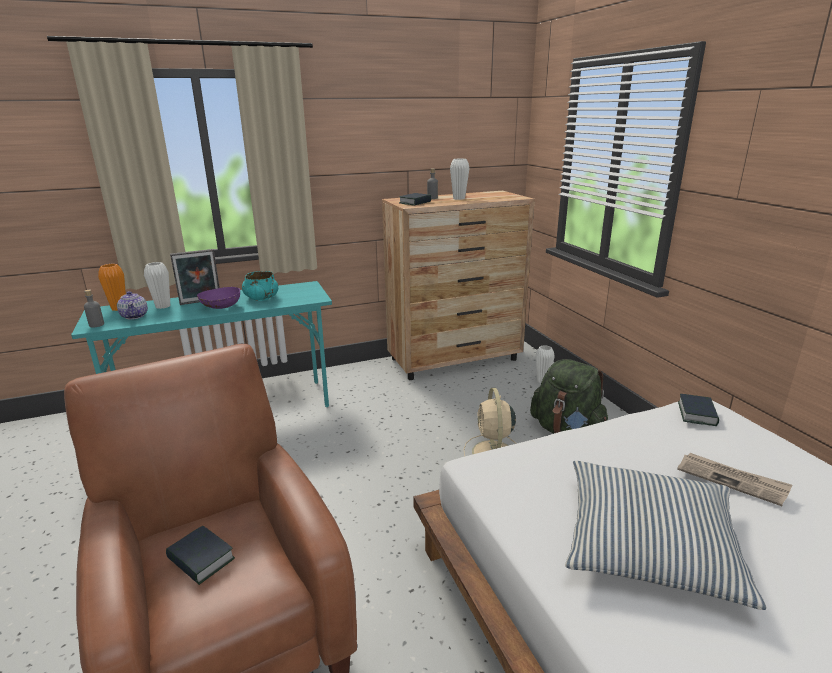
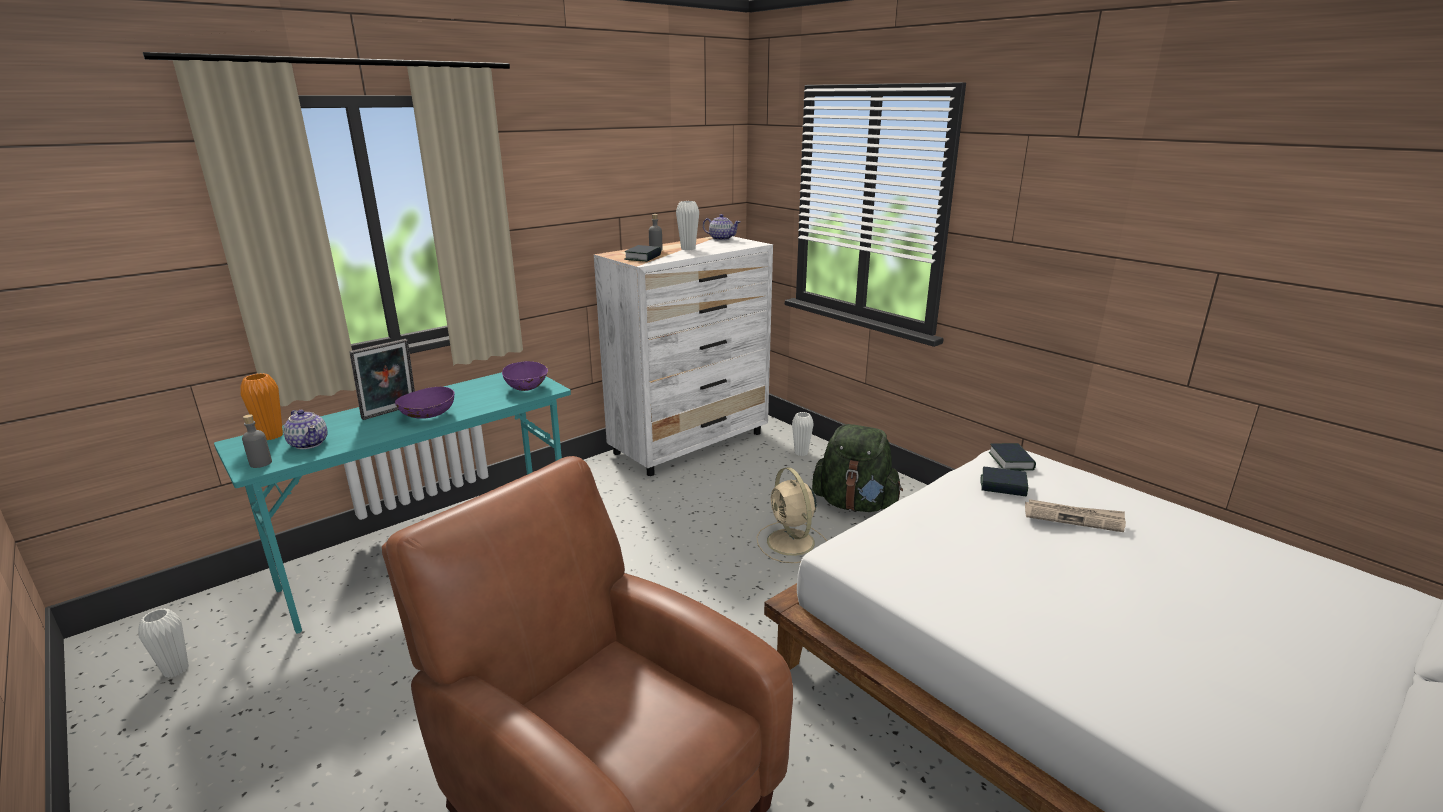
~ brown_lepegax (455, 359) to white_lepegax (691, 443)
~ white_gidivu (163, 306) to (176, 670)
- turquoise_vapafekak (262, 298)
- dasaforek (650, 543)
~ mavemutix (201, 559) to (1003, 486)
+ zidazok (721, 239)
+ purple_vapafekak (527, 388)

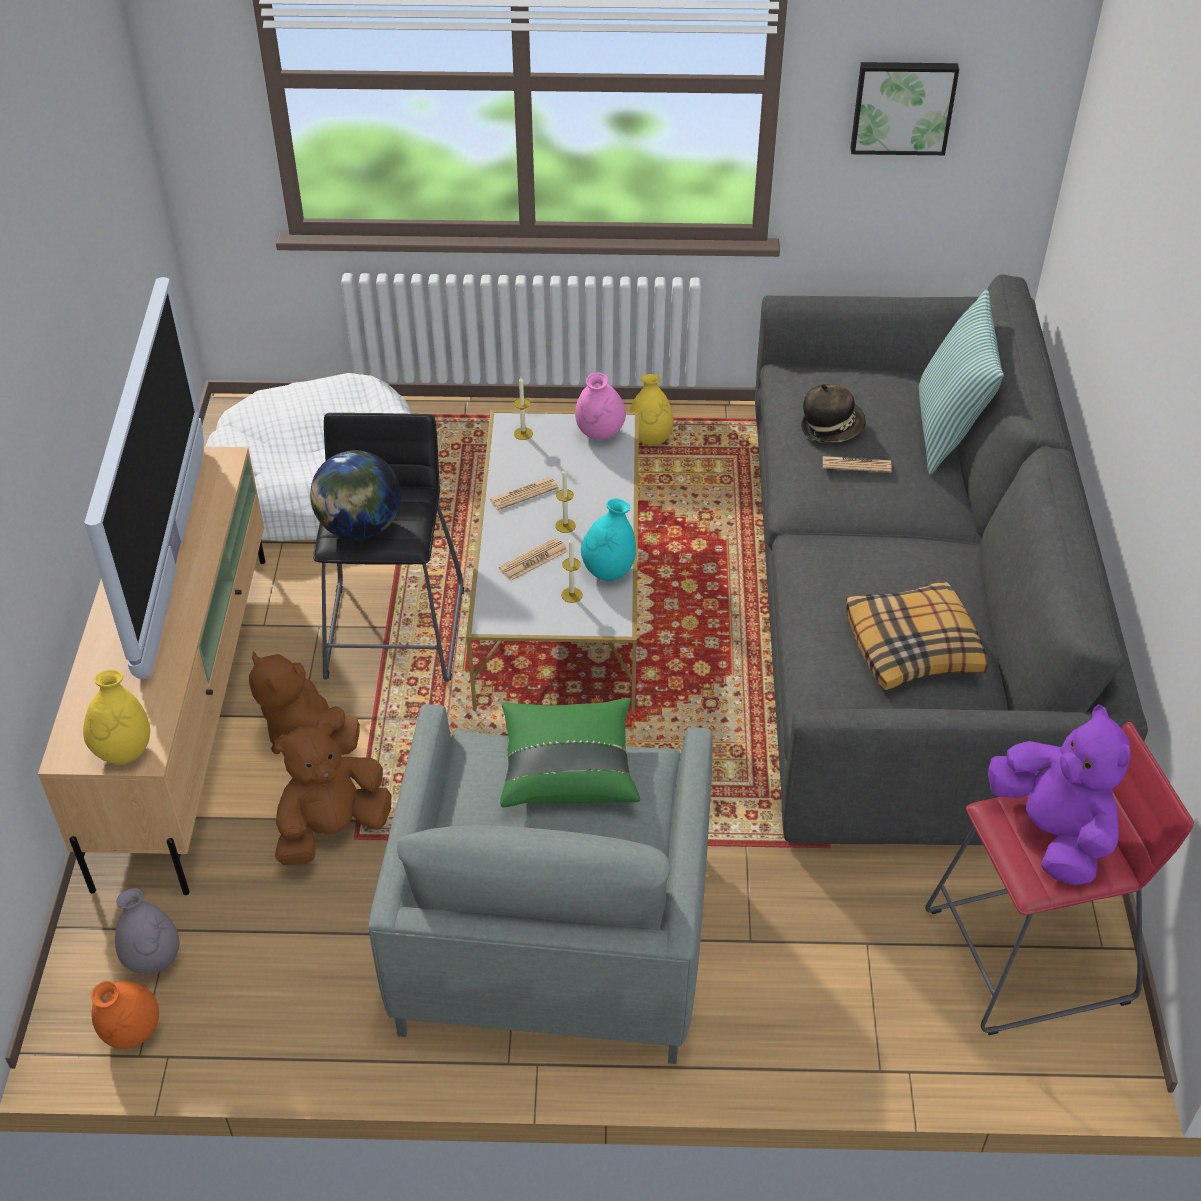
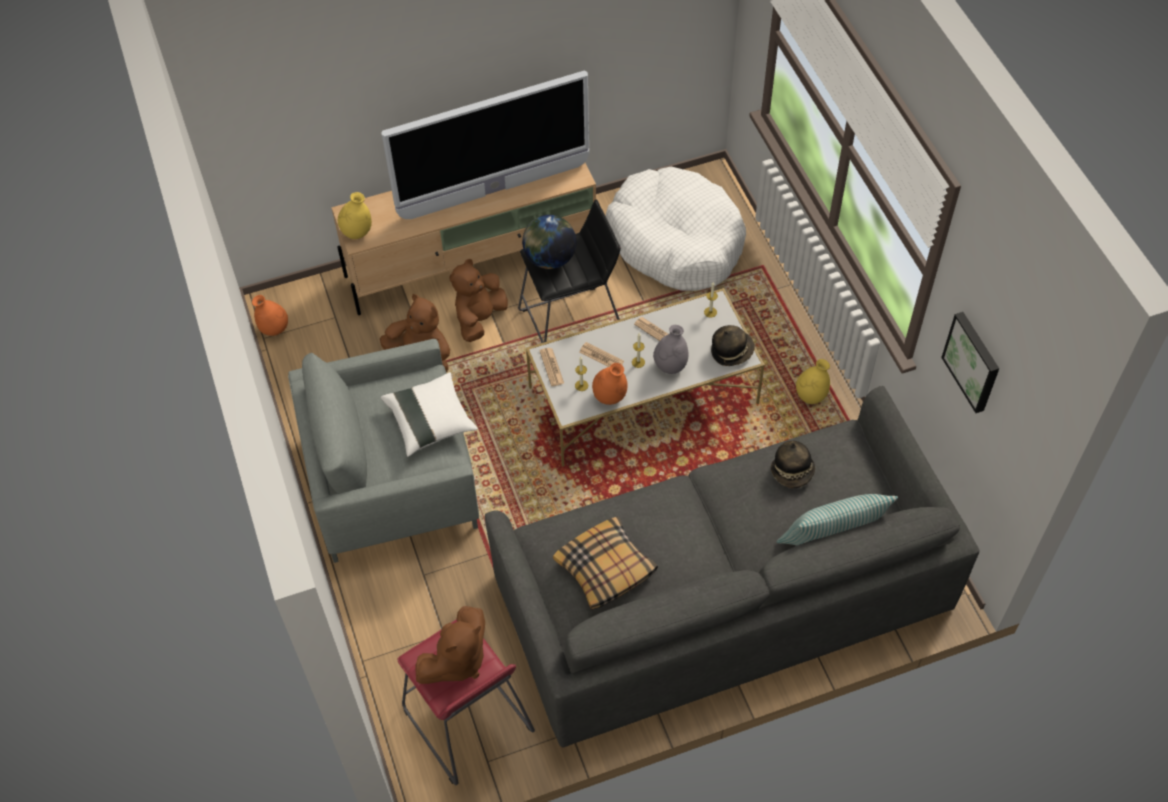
~ pink_gidivu (600, 433) to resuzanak (731, 351)
~ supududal (856, 465) to (551, 367)
~ turquoise_gidivu (608, 571) to orange_gidivu (609, 396)
~ green_dasaforek (568, 768) to white_dasaforek (430, 422)
~ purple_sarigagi (1052, 832) to brown_sarigagi (456, 661)
~ grey_gidivu (153, 959) to (670, 366)

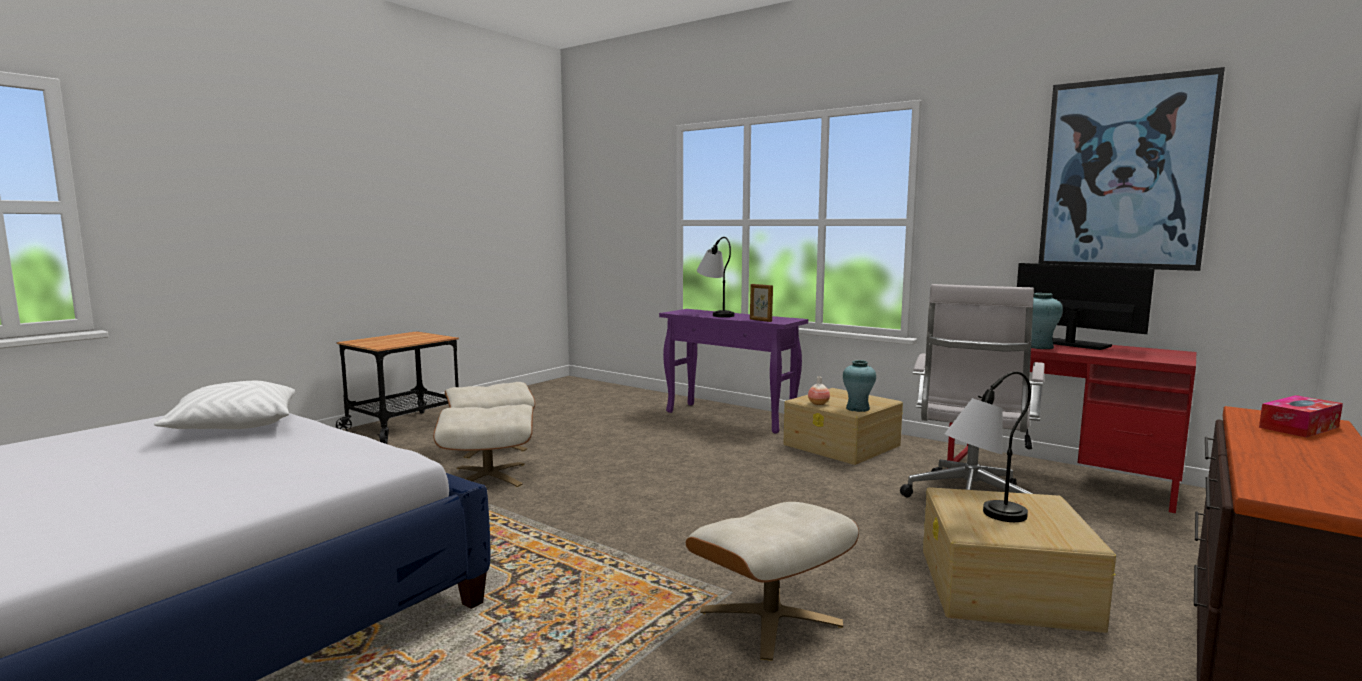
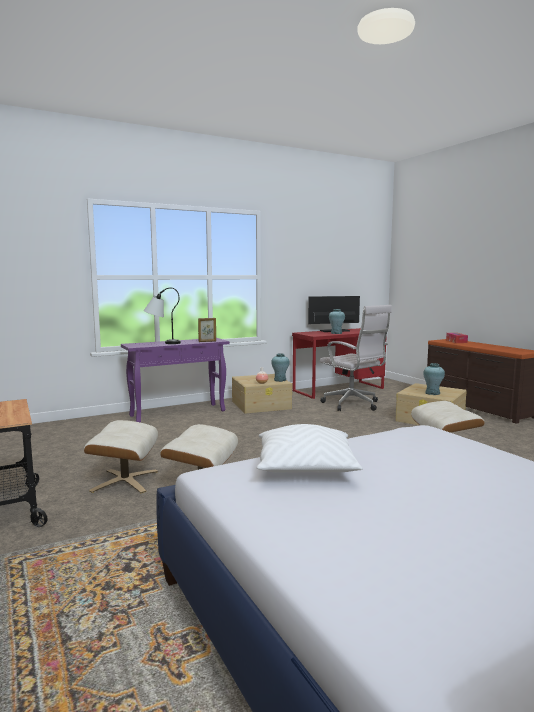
- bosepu (1124, 174)
~ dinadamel (982, 517) to turquoise_gidivu (432, 393)

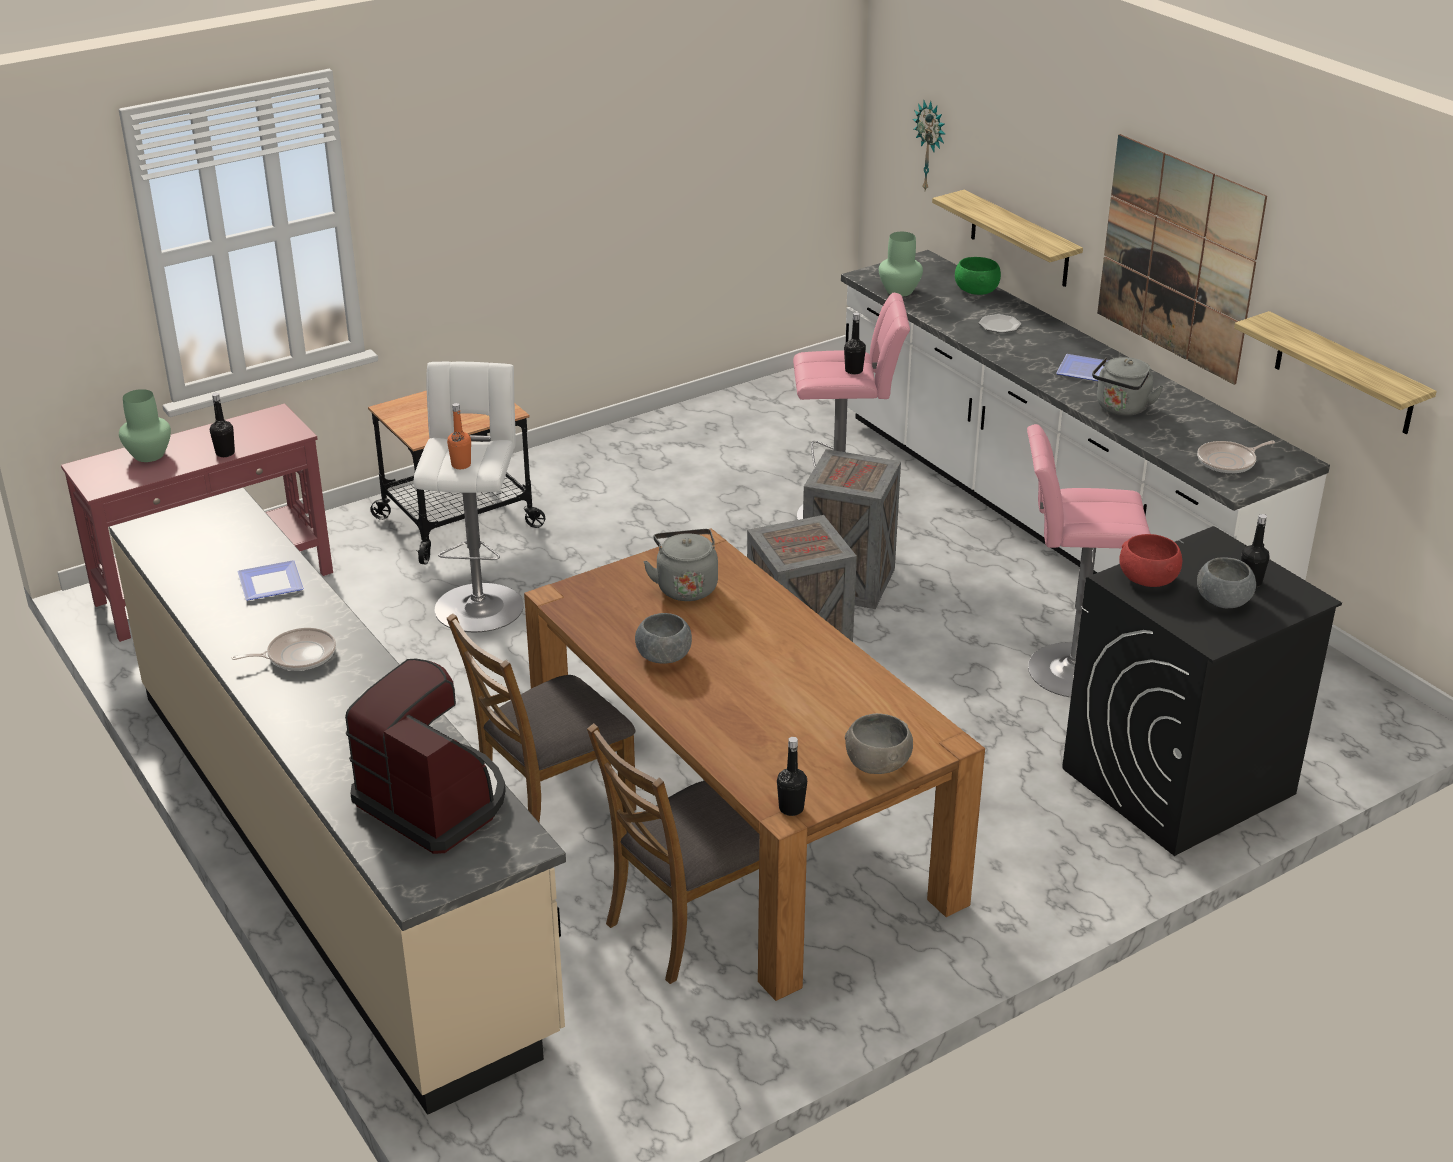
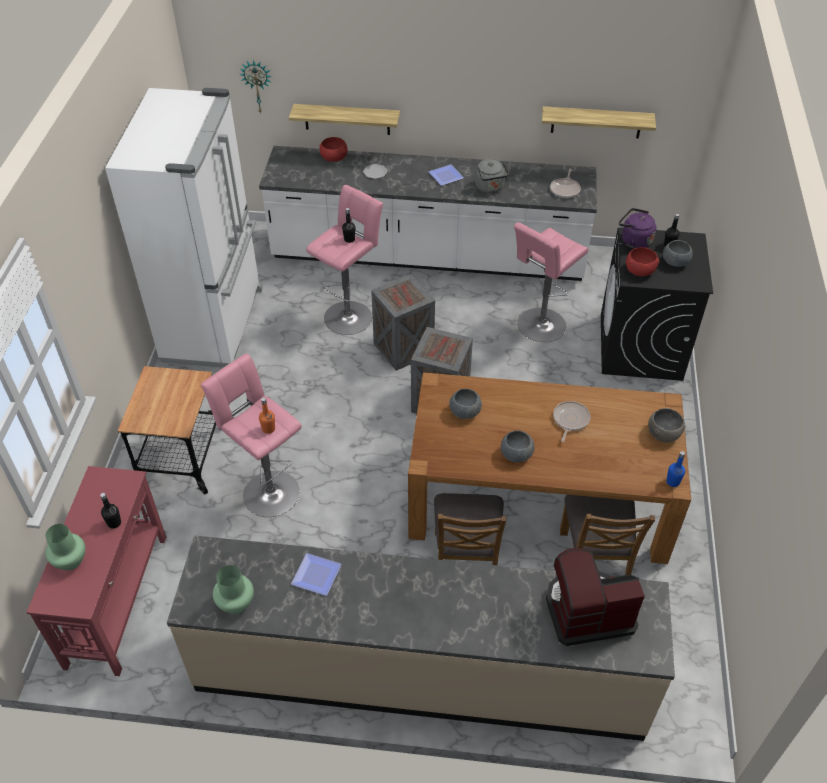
- bosepu (1178, 257)
~ green_gidivu (899, 291) to (236, 603)
~ green_vapafekak (976, 291) to red_vapafekak (334, 158)
~ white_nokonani (480, 603) to pink_nokonani (268, 491)
~ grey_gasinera (685, 587) to grey_vapafekak (465, 411)
~ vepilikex (297, 655) to (570, 420)
~ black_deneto (791, 808) to blue_deneto (672, 482)
+ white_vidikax (216, 324)
+ purple_gasinera (634, 241)

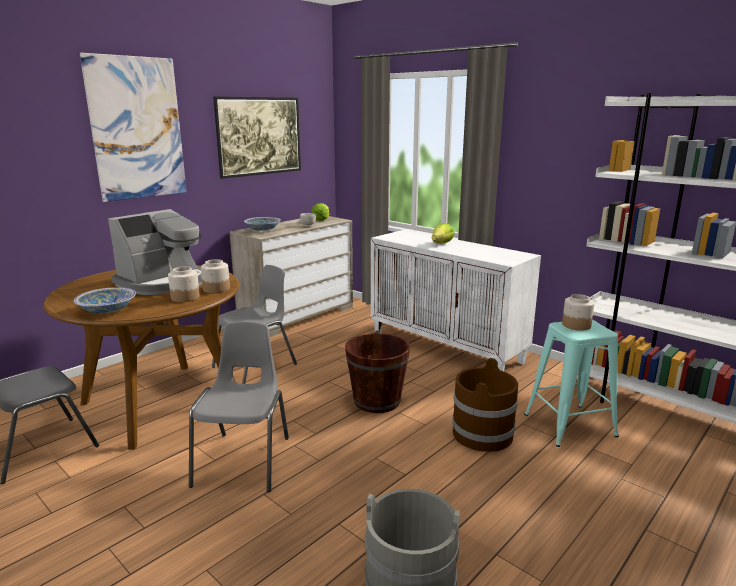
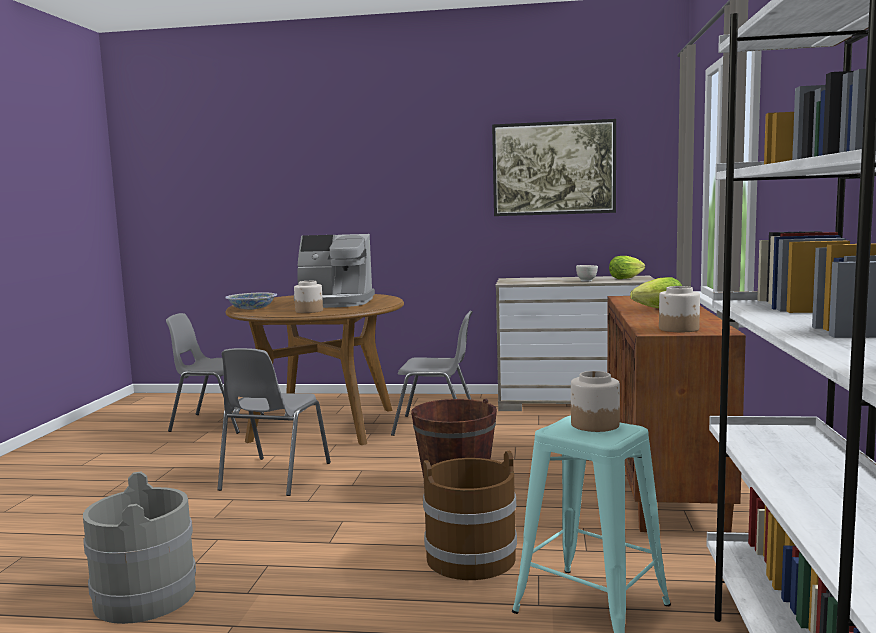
- bosepu (137, 129)
- vapafekak (262, 230)
~ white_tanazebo (447, 347) to brown_tanazebo (663, 480)
~ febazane (216, 289) to (679, 329)
~ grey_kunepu (244, 460) = (273, 477) 135 degrees clockwise

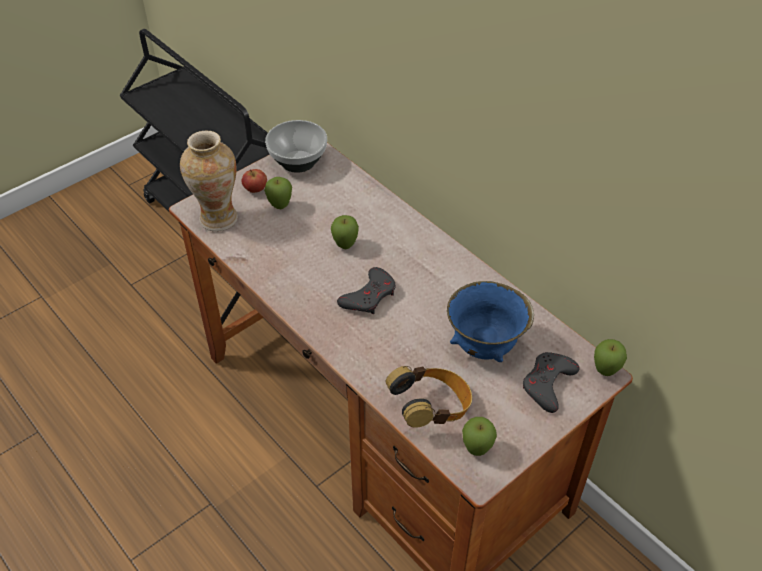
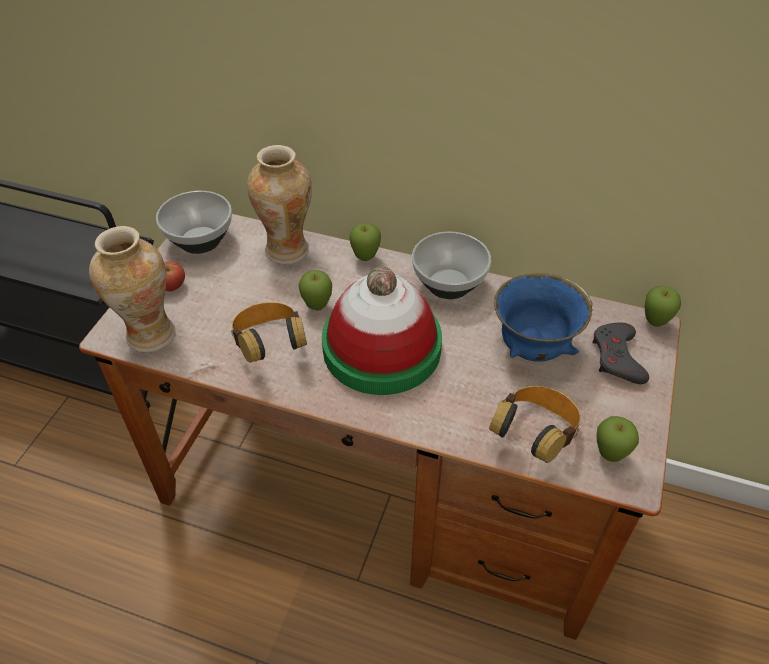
~ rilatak (280, 207) to (365, 258)
~ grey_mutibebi (369, 296) to resuzanak (382, 348)
+ gidivu (288, 249)
+ vapafekak (450, 284)
+ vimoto (270, 346)

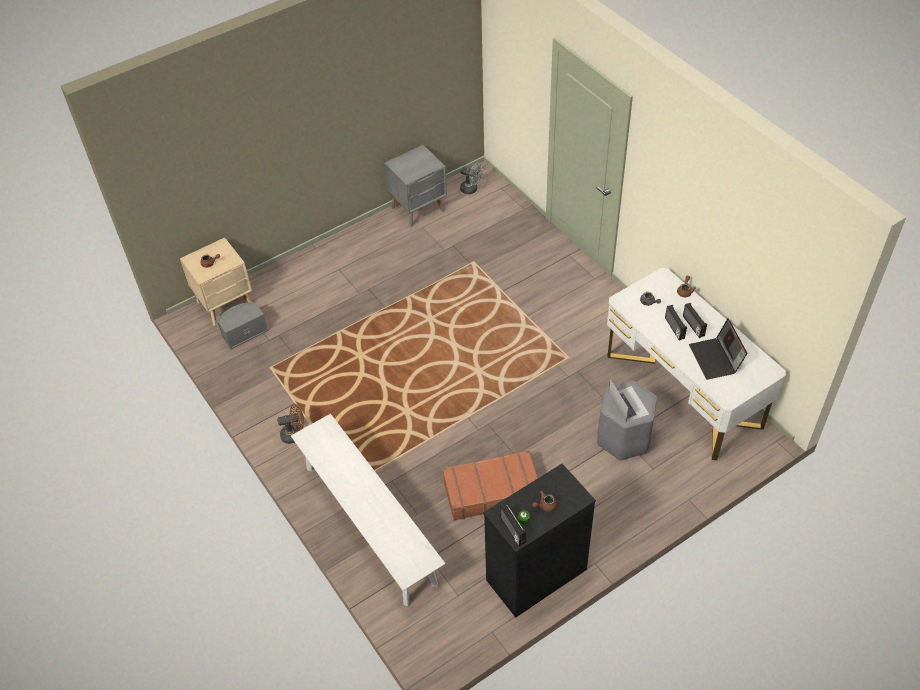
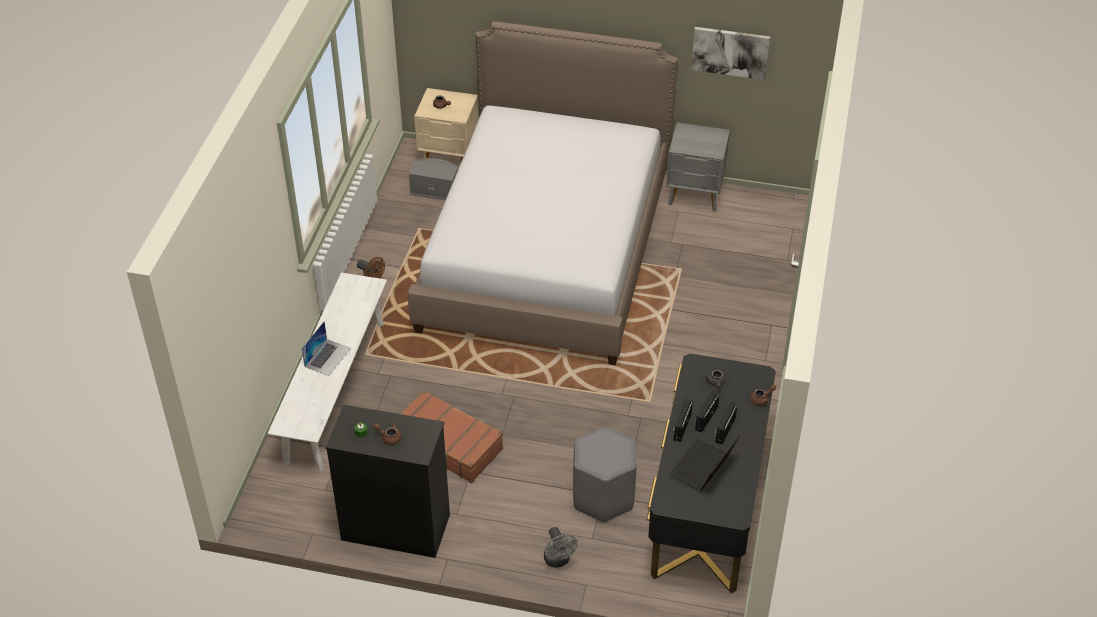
~ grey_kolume (471, 189) to (558, 561)
~ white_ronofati (682, 390) to black_ronofati (707, 505)
~ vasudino (628, 404) to (327, 357)
~ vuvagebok (512, 530) to (681, 427)
+ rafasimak (546, 251)
+ bosepu (730, 52)

